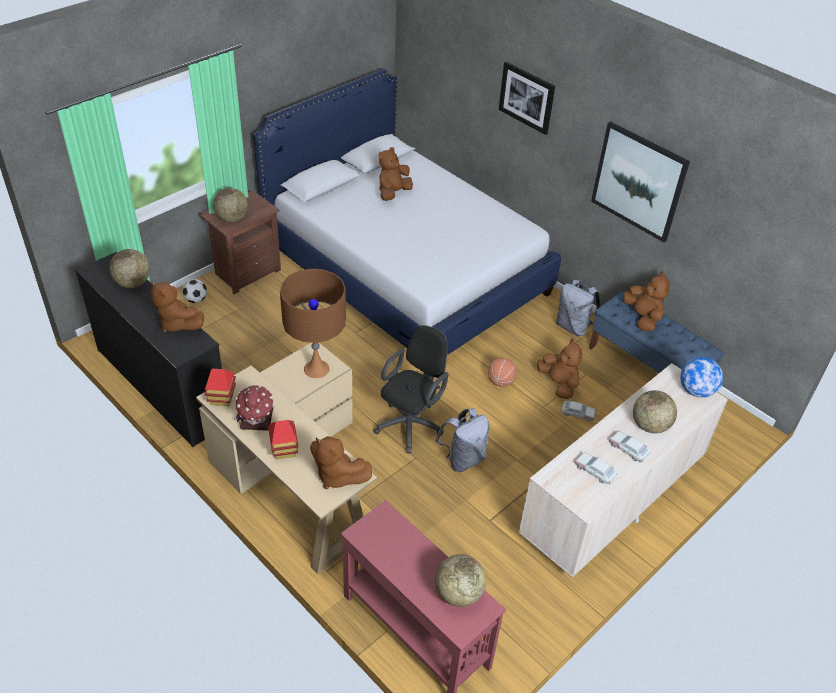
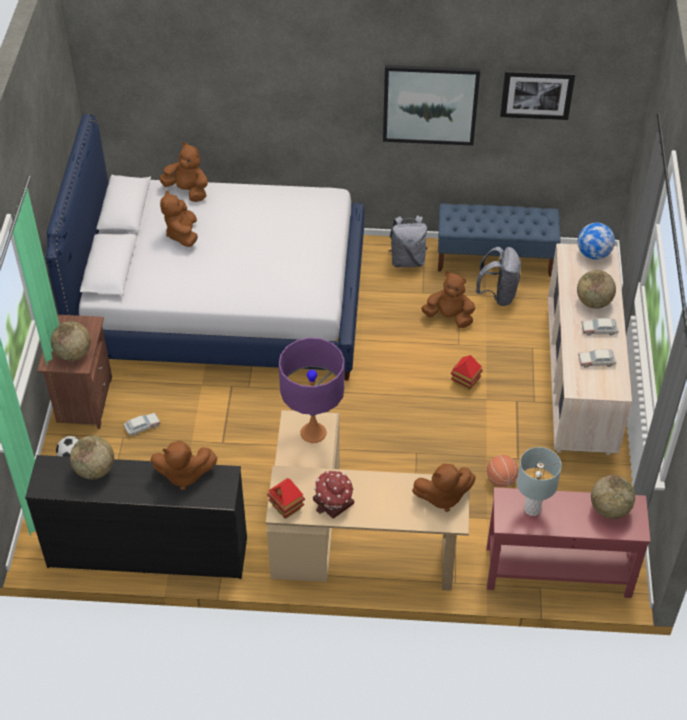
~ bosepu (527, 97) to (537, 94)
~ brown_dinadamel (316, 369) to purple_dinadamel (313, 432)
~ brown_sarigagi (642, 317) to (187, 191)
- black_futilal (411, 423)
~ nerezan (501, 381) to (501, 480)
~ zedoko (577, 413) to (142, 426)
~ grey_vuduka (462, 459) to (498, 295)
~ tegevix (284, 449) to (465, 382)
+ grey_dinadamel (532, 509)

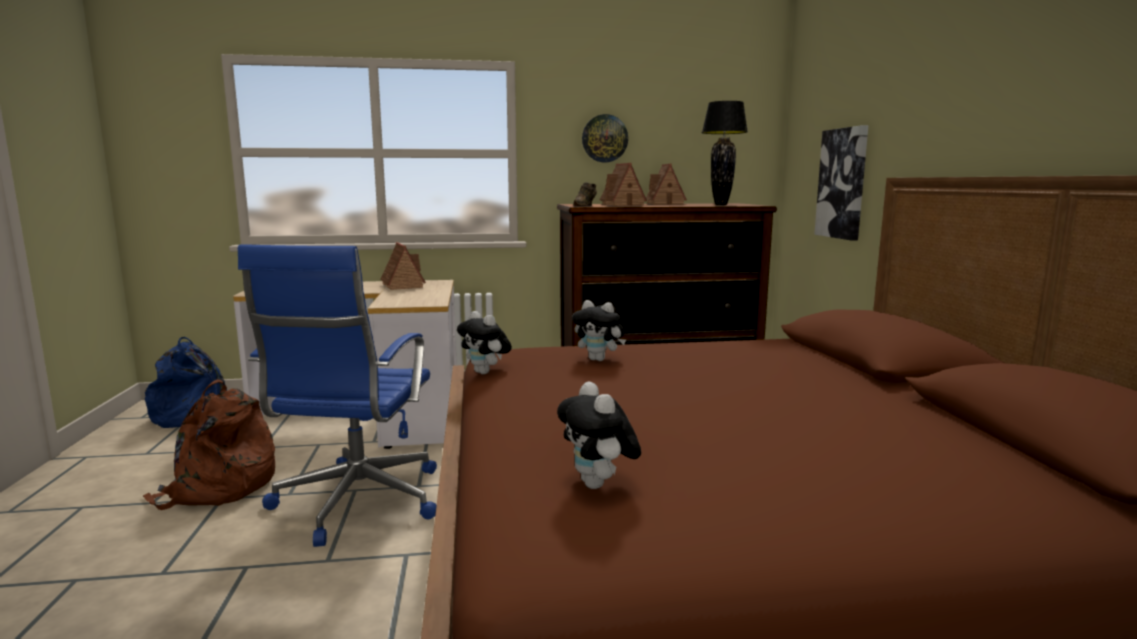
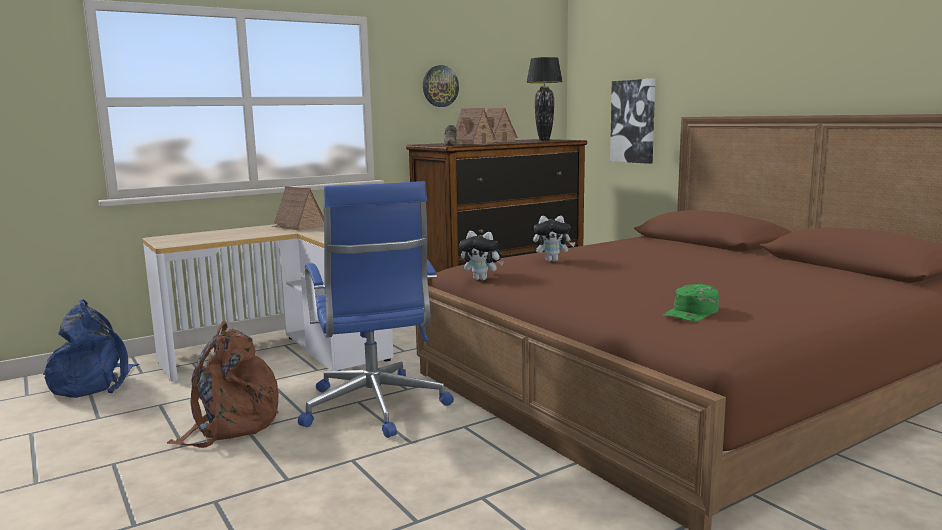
~ sarigagi (598, 485) to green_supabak (691, 312)

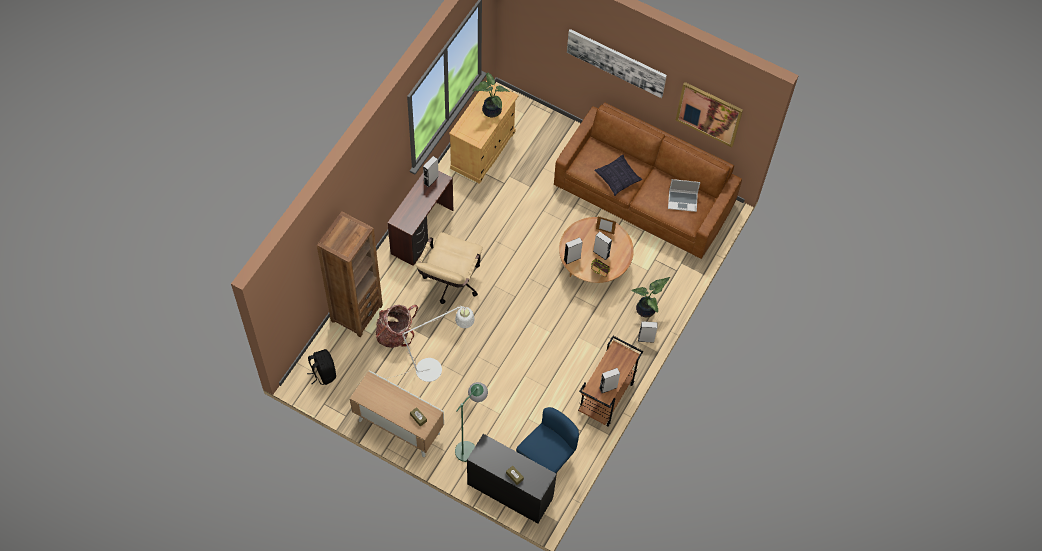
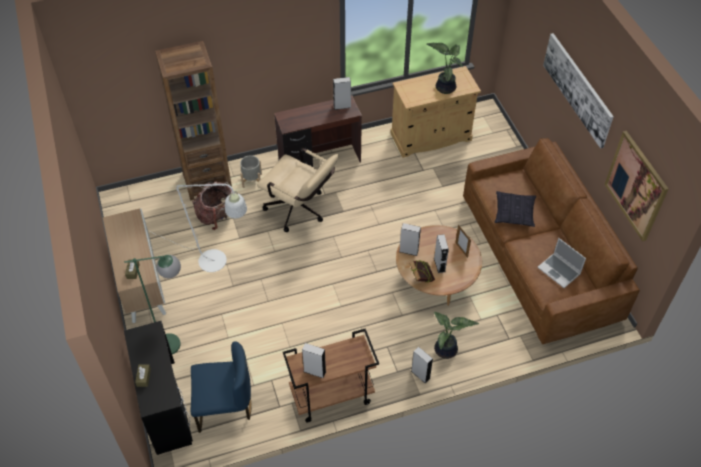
~ beige_futilal (450, 283) = (300, 211) 120 degrees counterclockwise
- black_vuduka (323, 373)
+ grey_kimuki (252, 180)

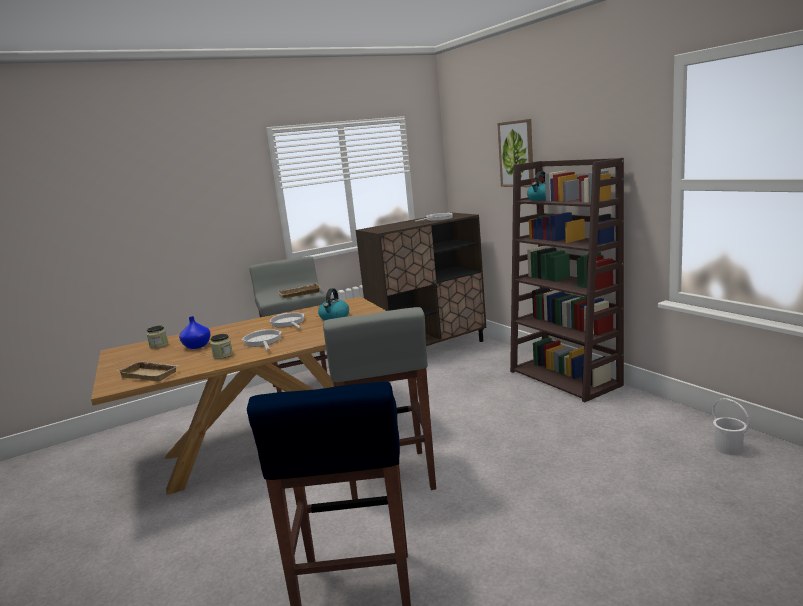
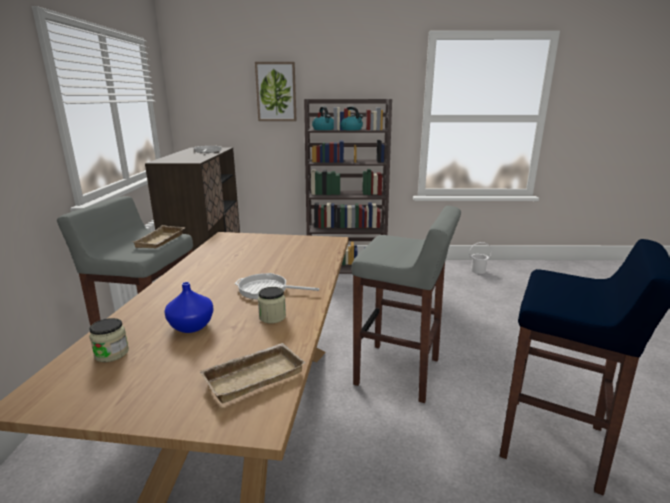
~ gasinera (334, 317) to (351, 129)
- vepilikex (288, 323)

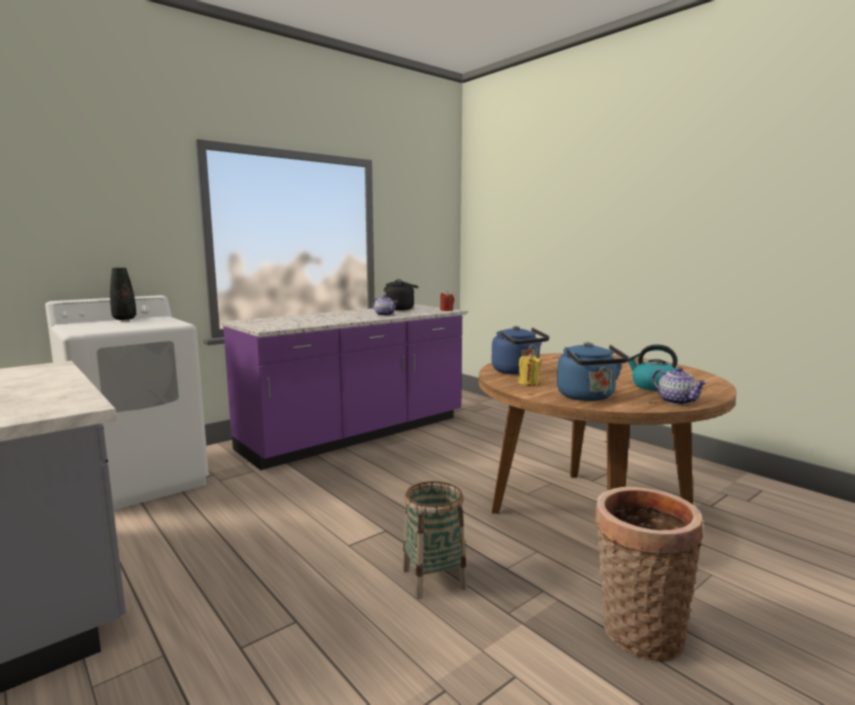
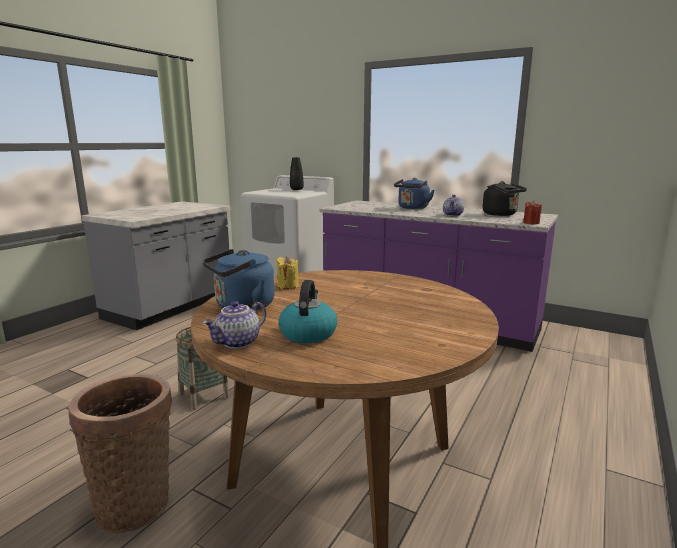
~ blue_gasinera (517, 372) to (412, 208)

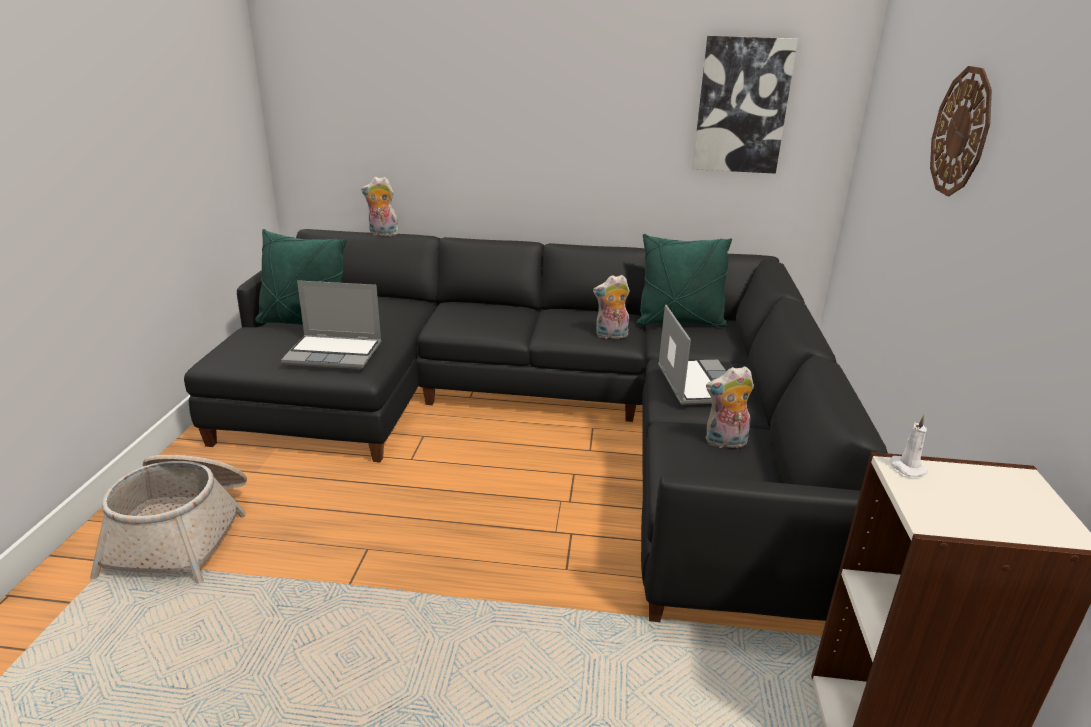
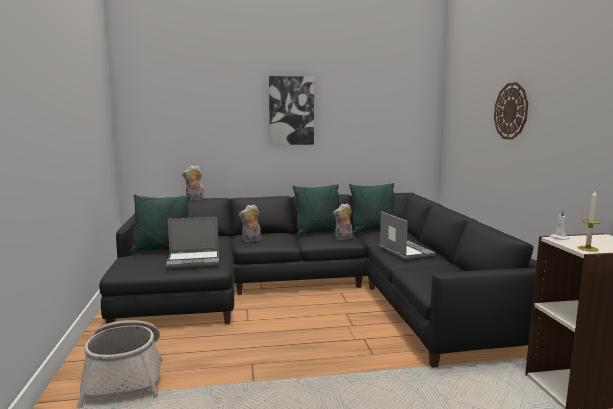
~ bosepu (742, 106) to (291, 111)
~ sarigagi (725, 443) to (251, 240)
+ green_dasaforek (318, 232)
+ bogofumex (587, 248)

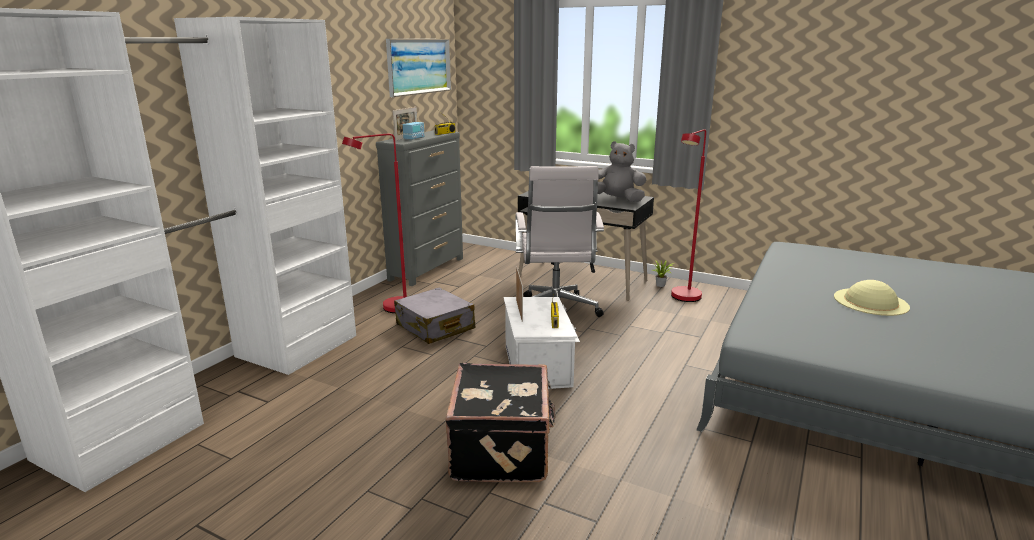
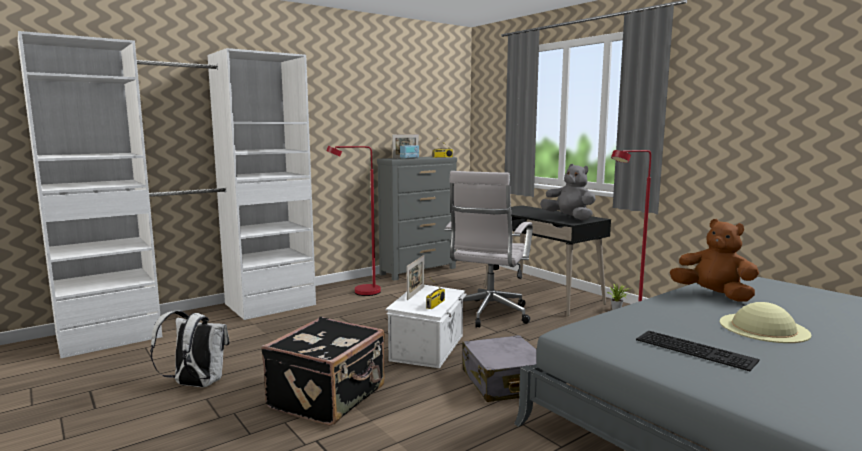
- bosepu (419, 66)
~ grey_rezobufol (435, 327) to (504, 382)
+ brown_sarigagi (714, 295)
+ white_vuduka (196, 385)
+ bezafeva (696, 349)

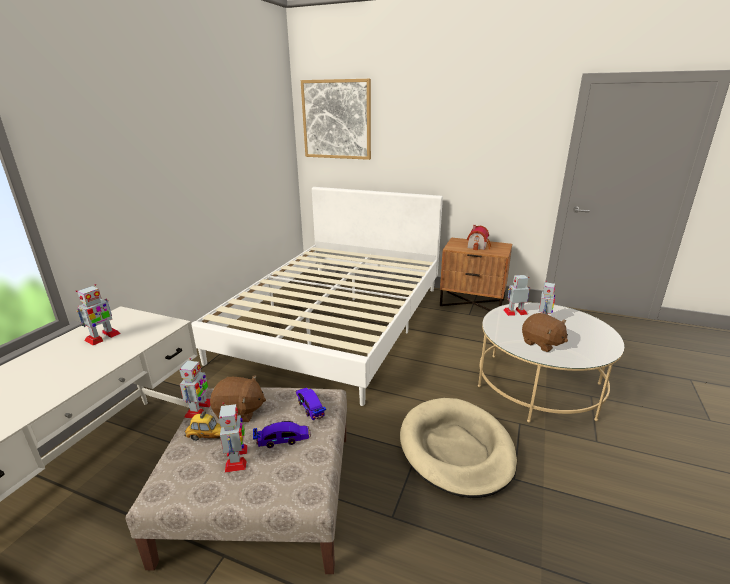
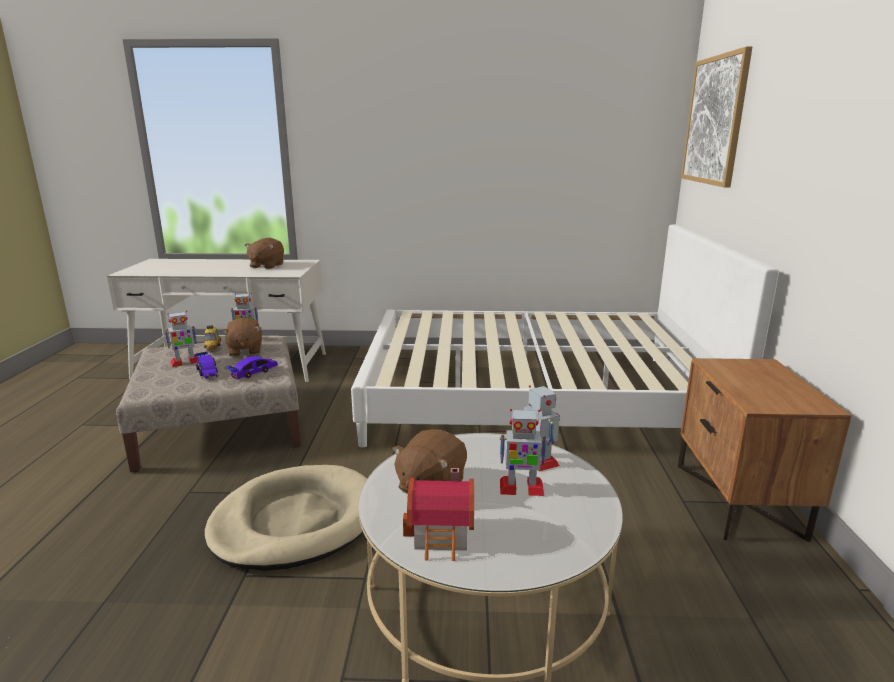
~ tegevix (478, 246) to (443, 536)
~ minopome (102, 337) to brown_sarigagi (266, 266)

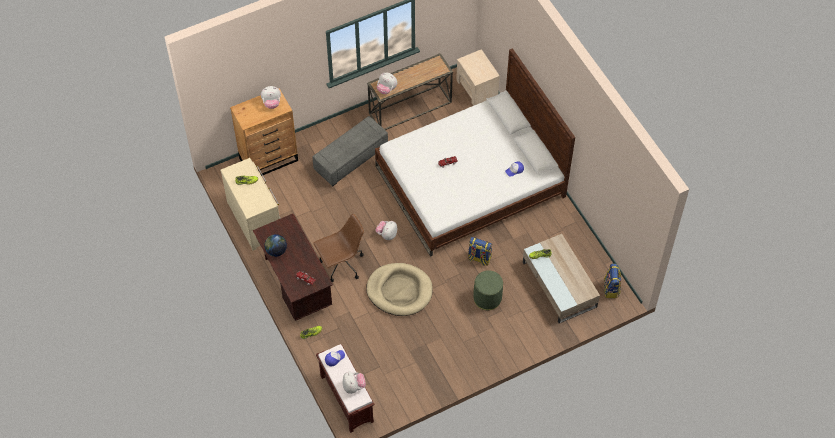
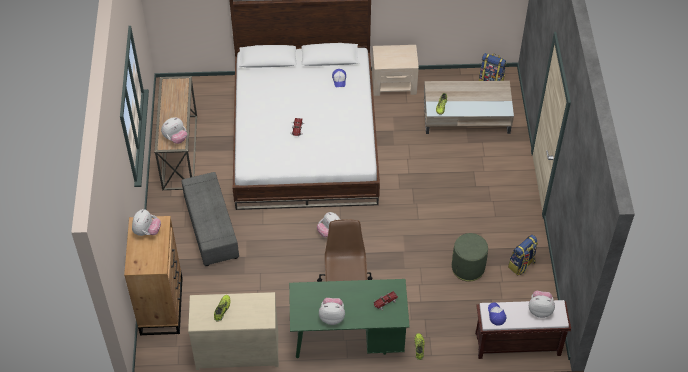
~ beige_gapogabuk (477, 88) to (394, 83)
~ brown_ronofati (295, 285) to green_ronofati (348, 340)
~ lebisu (276, 251) to sarigagi (332, 317)
~ vuduka (479, 258) to (521, 265)
- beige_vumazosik (399, 291)
~ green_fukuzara (487, 298) to (468, 268)

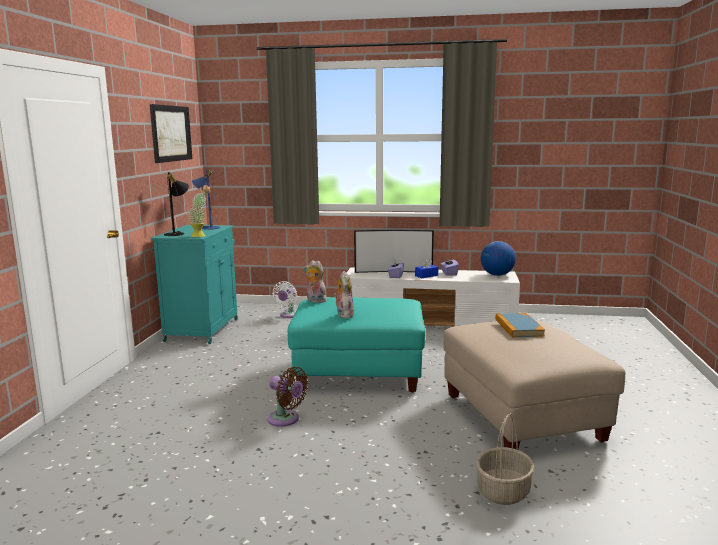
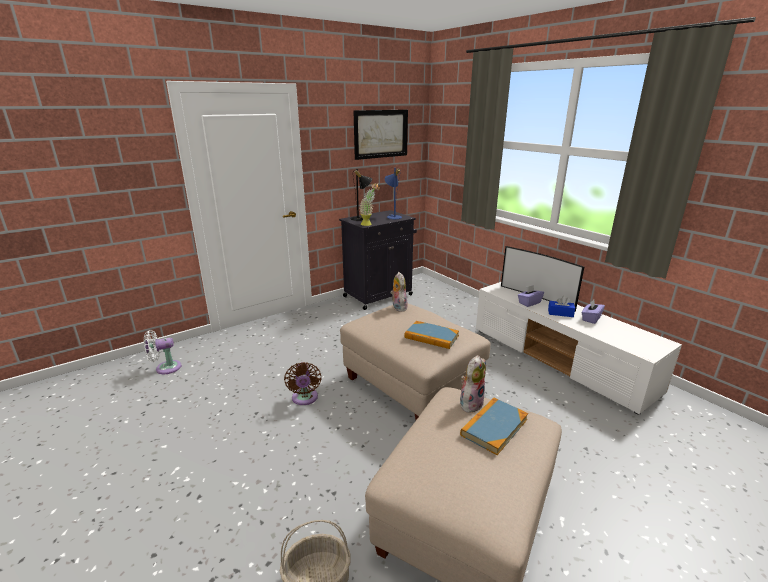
~ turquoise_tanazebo (203, 329) to black_tanazebo (379, 295)
- lebisu (497, 275)
~ sarigagi (344, 314) to (470, 403)
~ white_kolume (289, 315) to (165, 368)
~ turquoise_fukuzara (359, 374) to beige_fukuzara (411, 385)
+ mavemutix (431, 337)

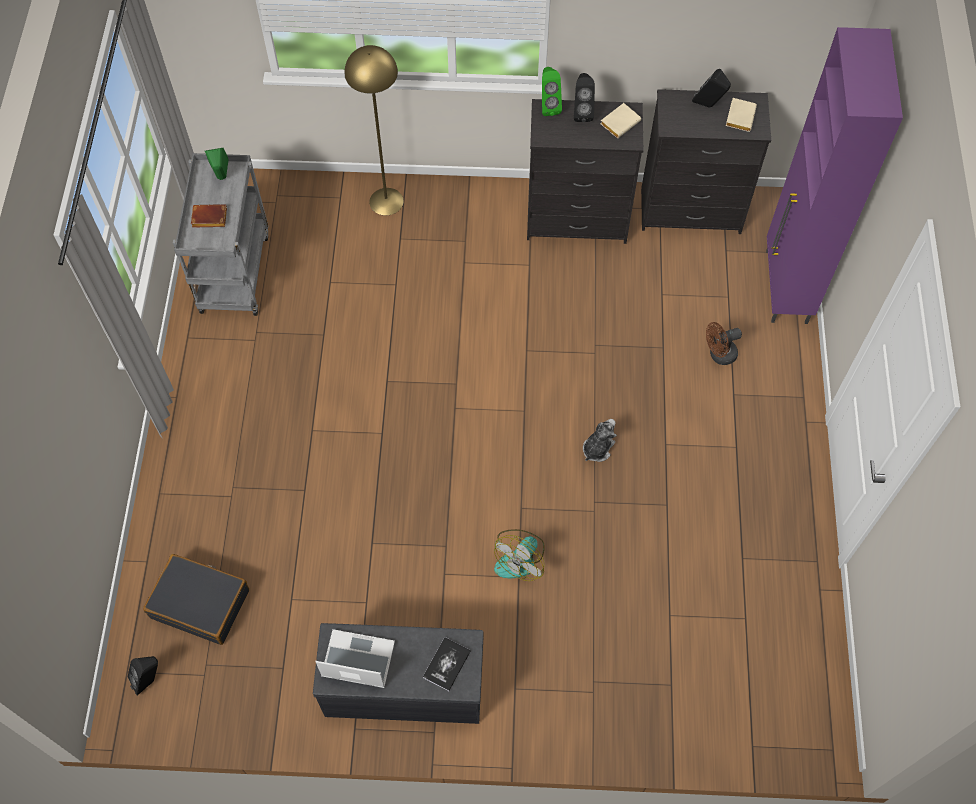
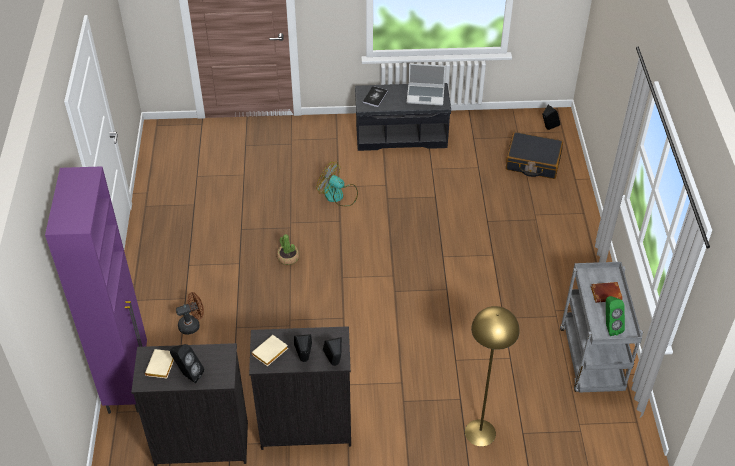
~ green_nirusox (548, 106) to black_nirusox (334, 363)
~ sarigagi (597, 448) to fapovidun (288, 257)
~ kolume (520, 558) = (338, 195) 90 degrees counterclockwise

